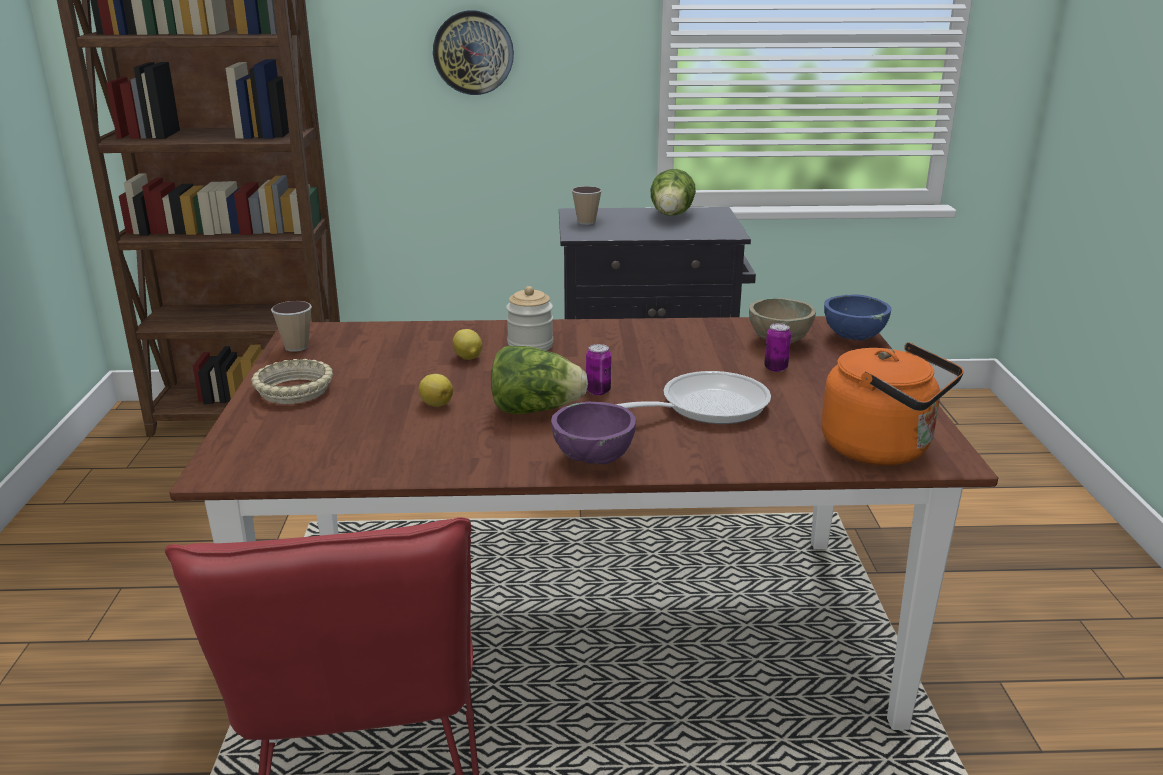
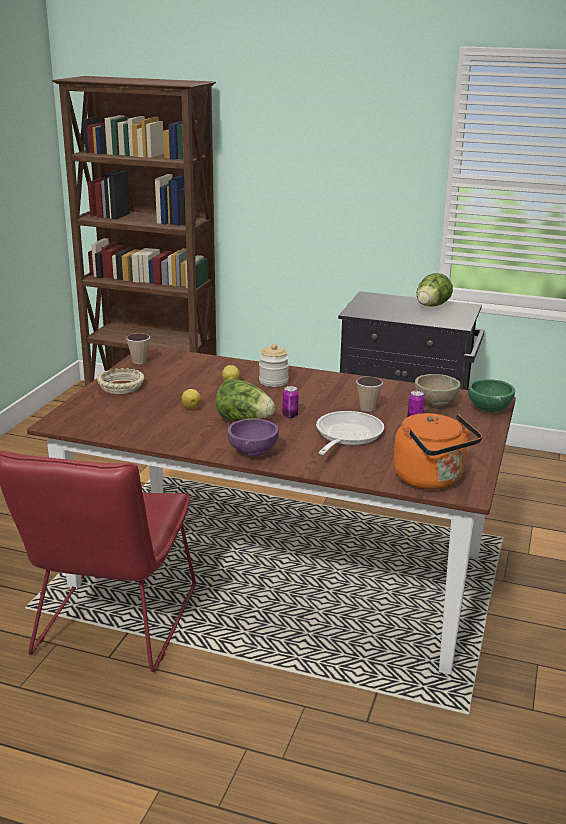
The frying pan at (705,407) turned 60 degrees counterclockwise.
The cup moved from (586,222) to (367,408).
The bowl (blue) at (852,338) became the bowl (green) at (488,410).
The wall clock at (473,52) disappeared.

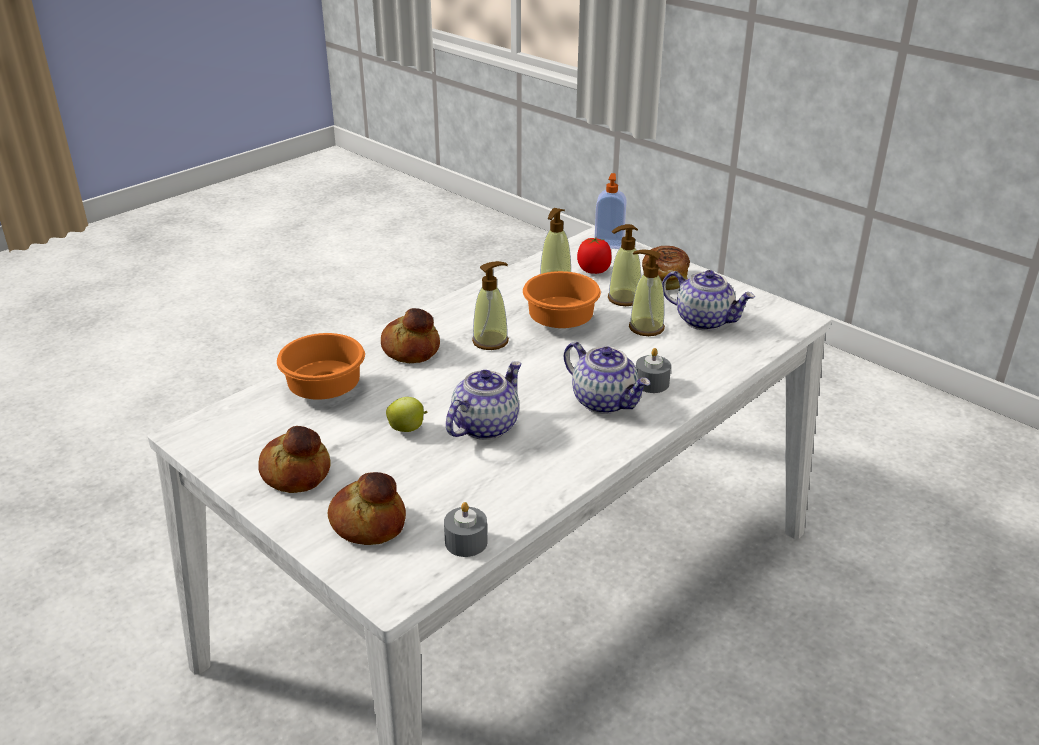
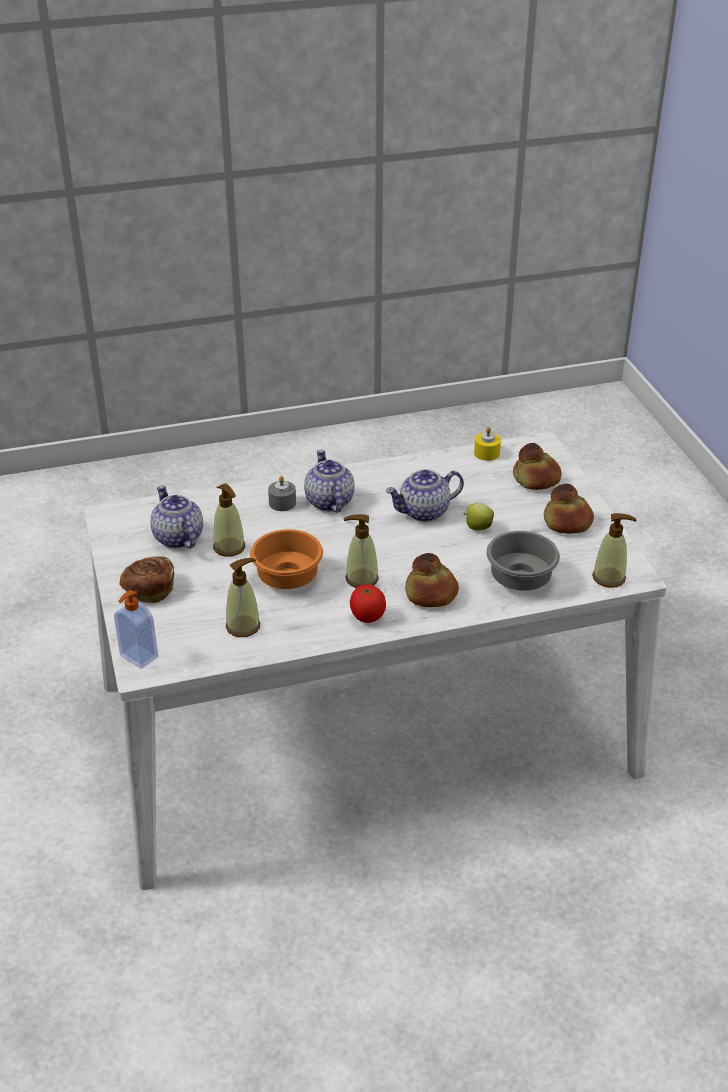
The tomato moved from (594,270) to (367,617).
The candle (grey) at (466,542) became the candle (yellow) at (486,453).
The bowl (orange) at (323,388) became the bowl (grey) at (521,581).
The soap dispenser moved from (624,299) to (609,578).

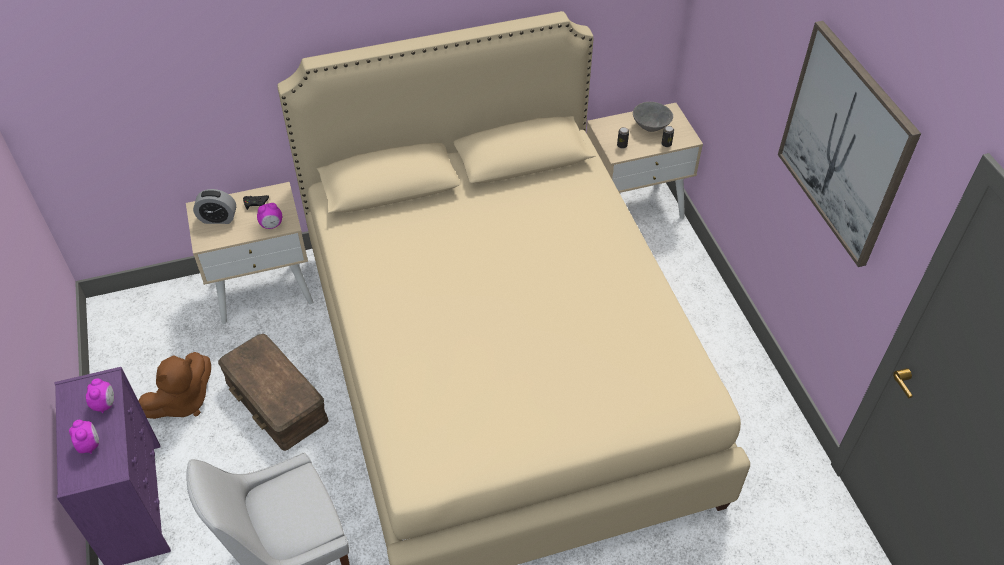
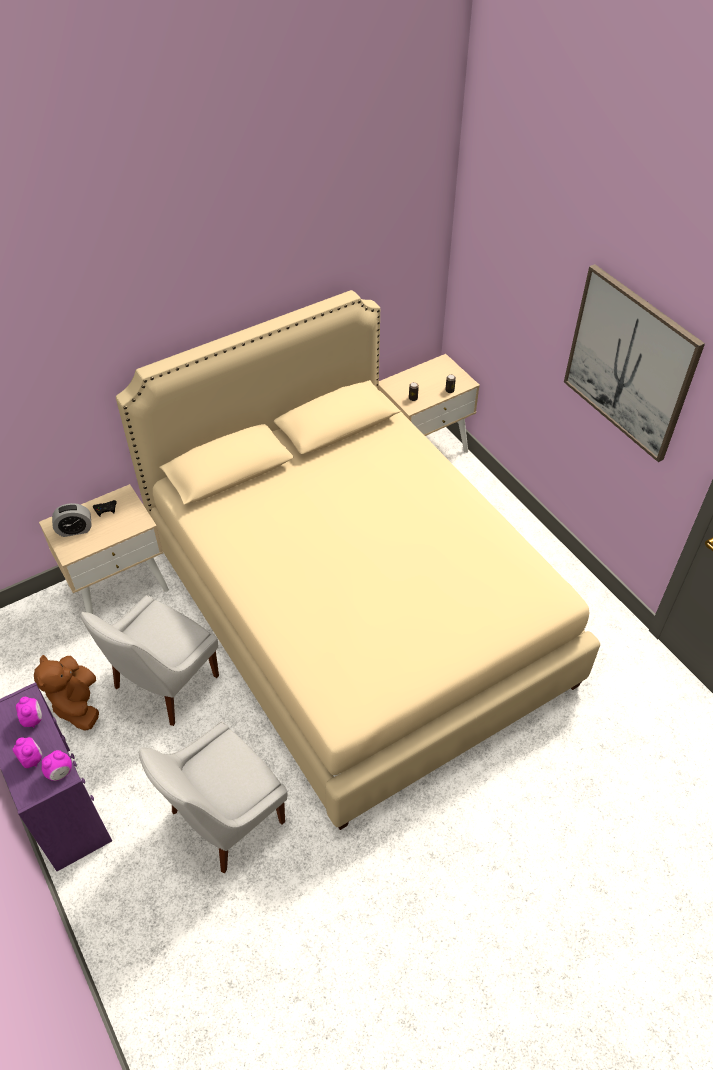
The plush toy (brown) at (183,402) turned 135 degrees clockwise.
The alarm clock moved from (271,225) to (60,773).
The storage box (brown) at (275,401) was replaced by the chair (white) at (163,684).
The bowl (grey) at (651,127) disappeared.

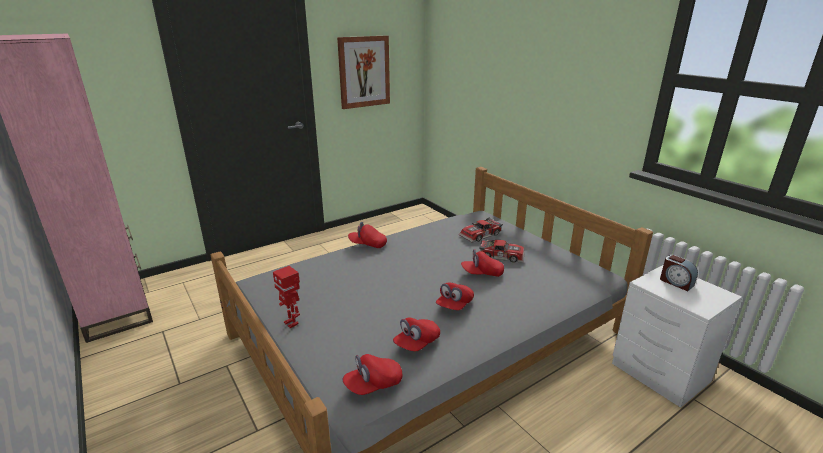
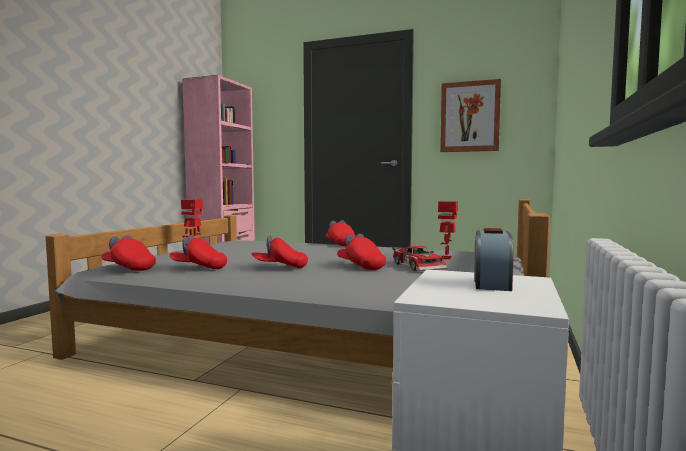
The toy car at (481,235) was replaced by the toy robot at (446,258).

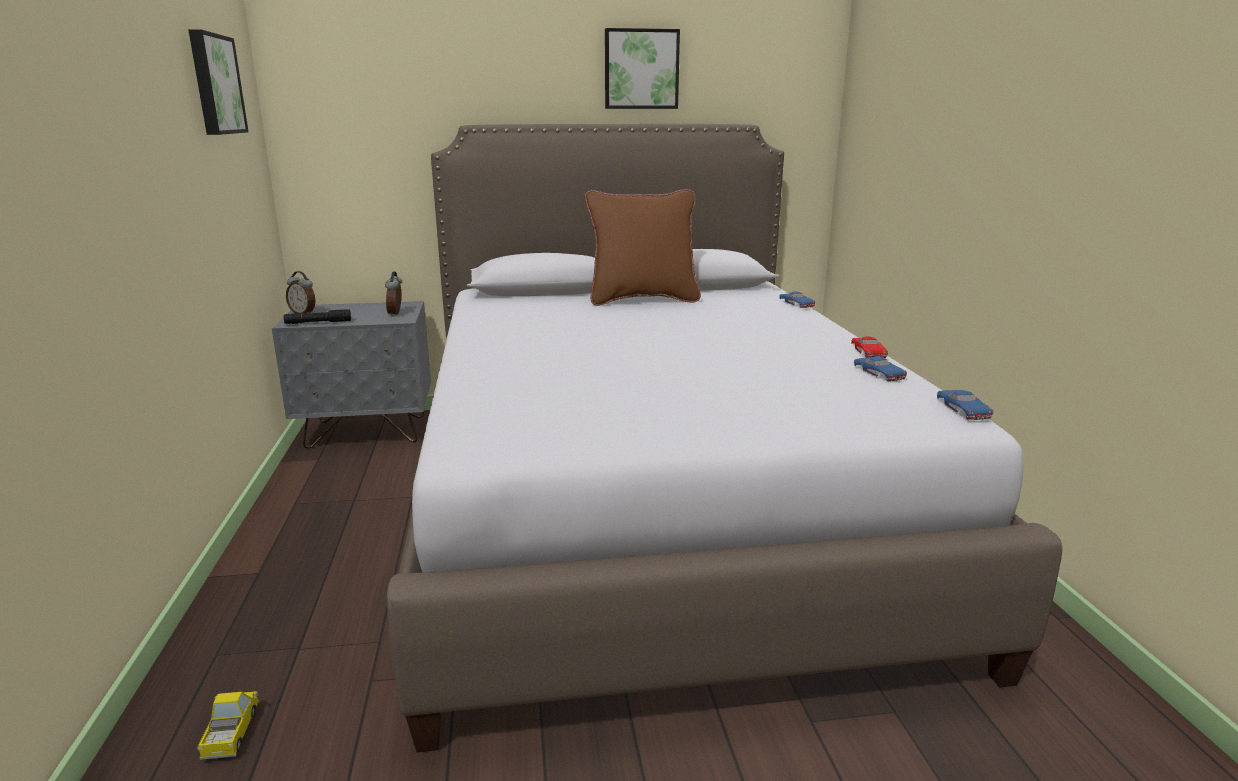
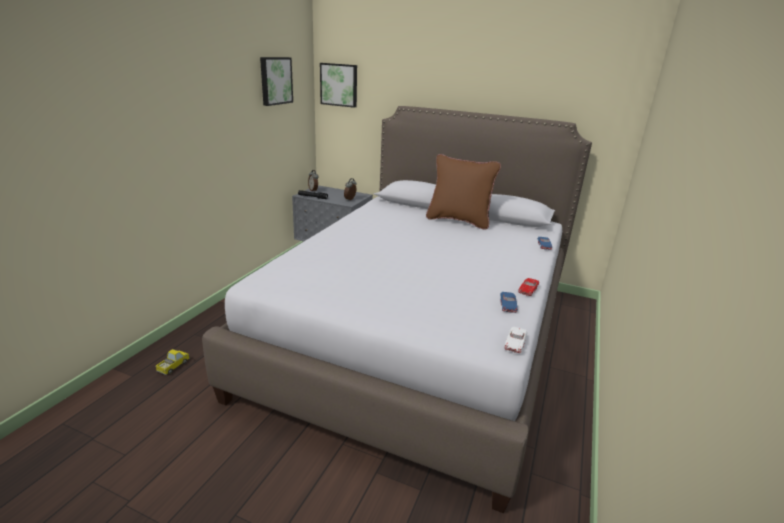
The picture moved from (641,69) to (339,85).
The toy car (blue) at (963,409) became the toy car (white) at (515,342).

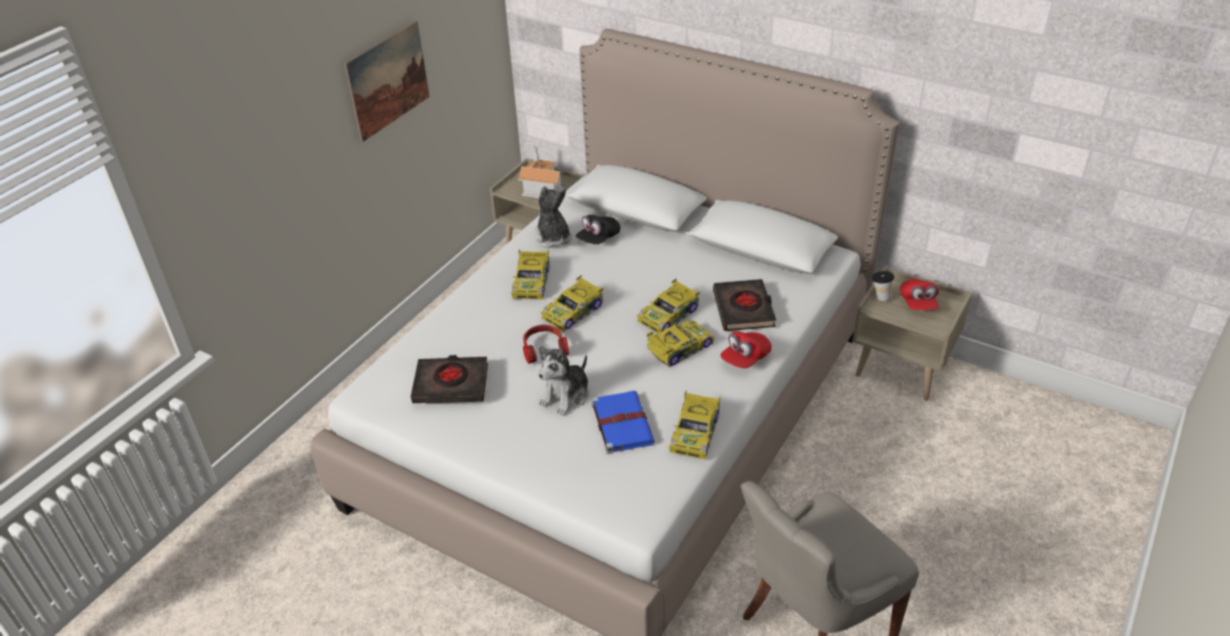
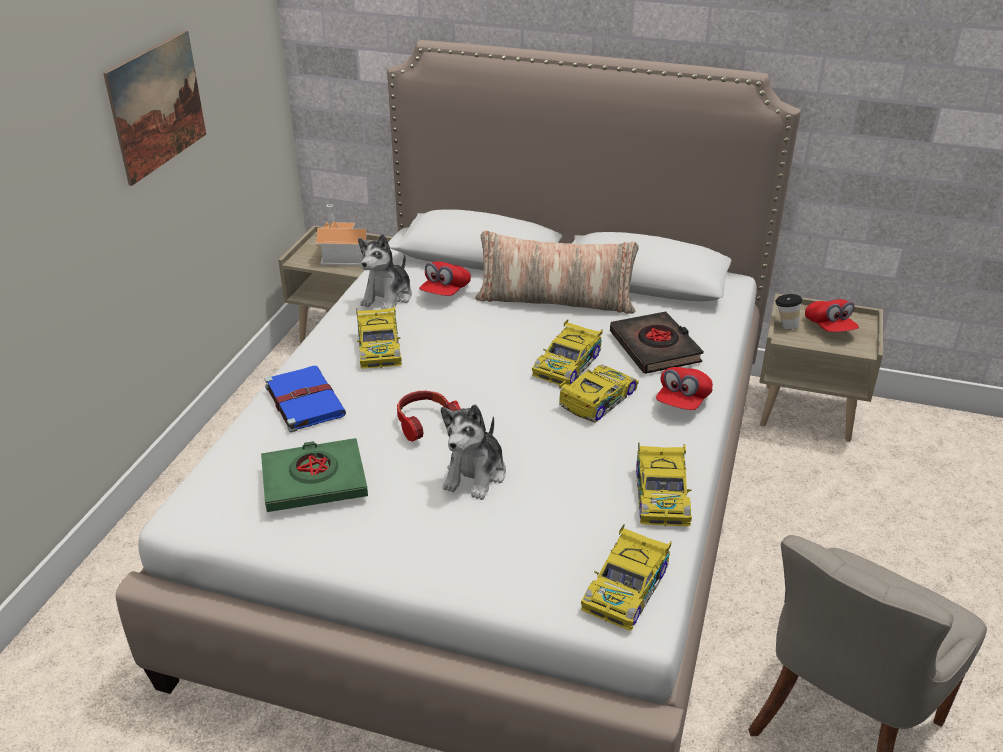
The book (black) at (451,384) became the book (green) at (314,481).
The book (blue) moved from (621,423) to (304,400).
The plush toy at (553,238) turned 120 degrees counterclockwise.
The cap (black) at (598,238) became the cap (red) at (445,292).
The pillow at (555,301) appeared.
The toy car moved from (574,311) to (627,587).

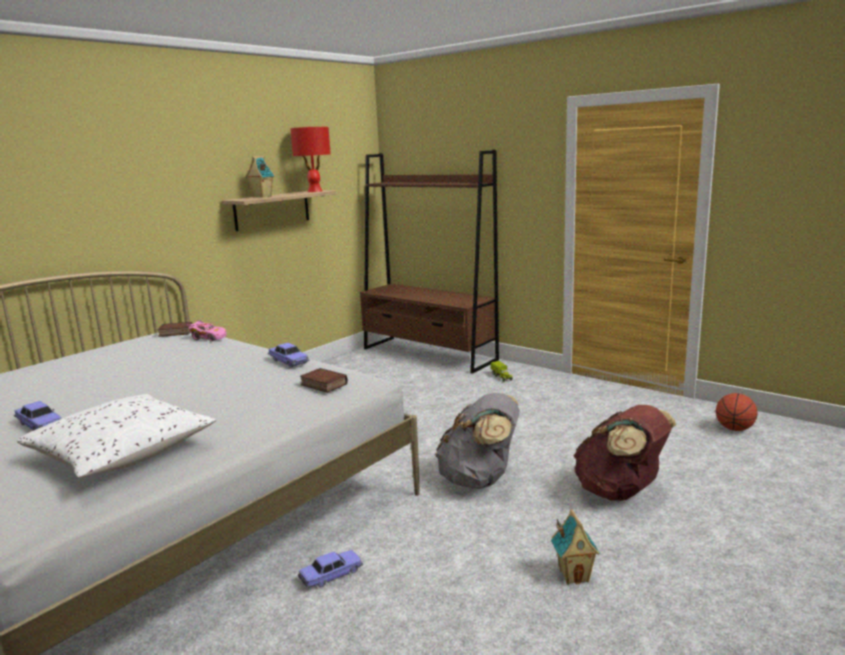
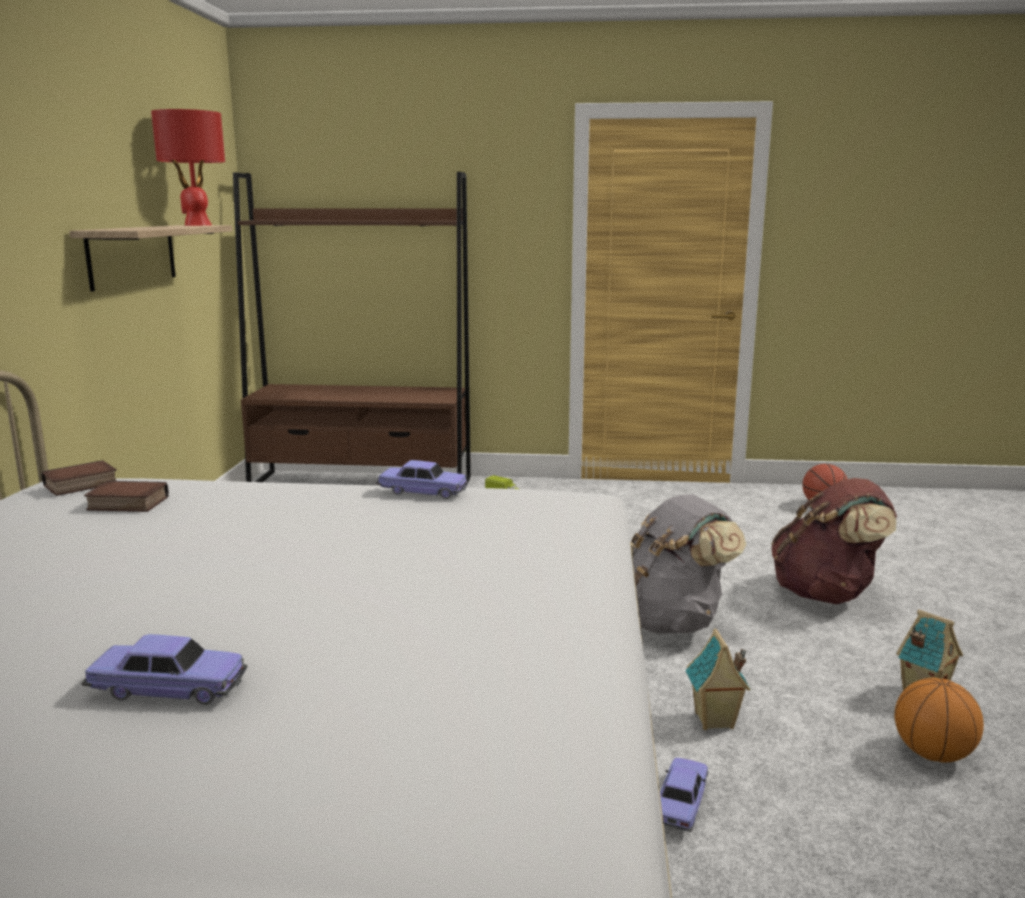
The book moved from (322,385) to (126,504).
The toy house moved from (261,197) to (714,721).
The basketball at (932,754) appeared.
The pillow (white) at (122,453) disappeared.
The toy car (pink) at (208,338) disappeared.

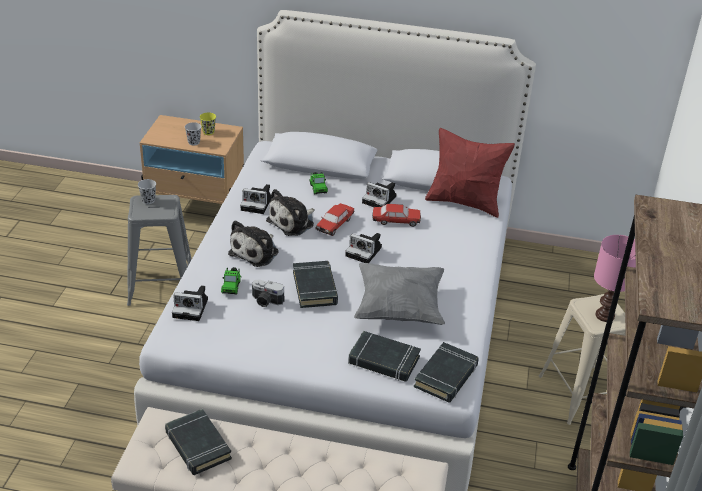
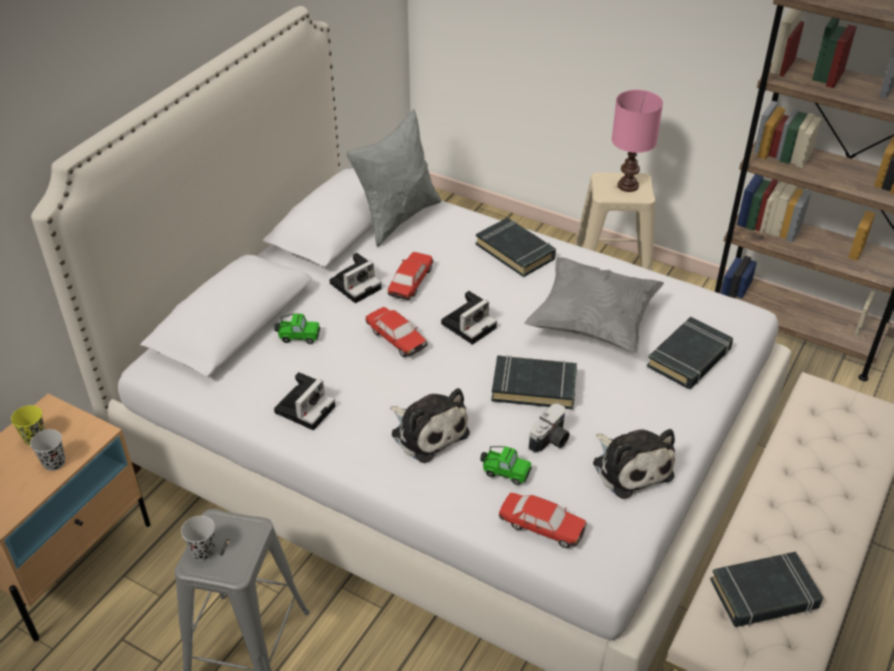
The pillow (red) at (464,202) became the pillow (grey) at (397,217).
The book (black) moved from (446,376) to (515,251).
The photo camera at (192,308) was replaced by the toy car at (541,526).
The plush toy moved from (293,222) to (630,467).

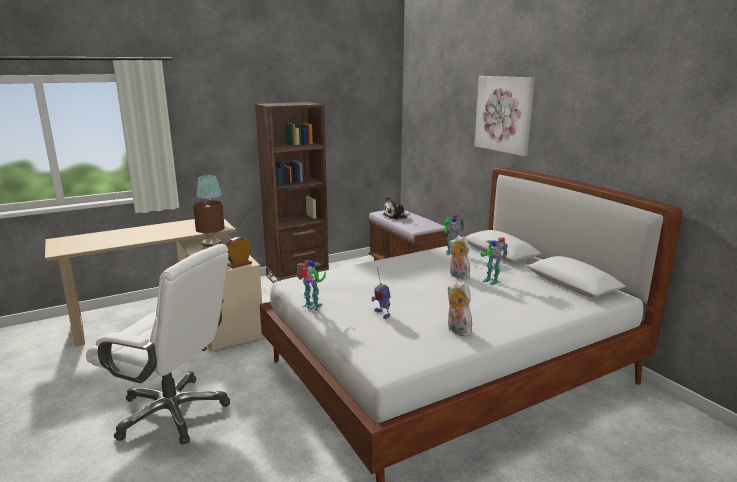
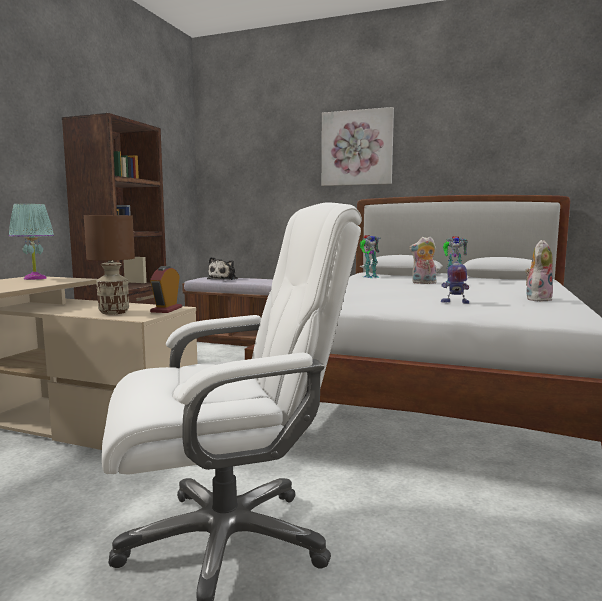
The plush toy at (457,331) turned 120 degrees clockwise.
The toy robot at (312,307) disappeared.

